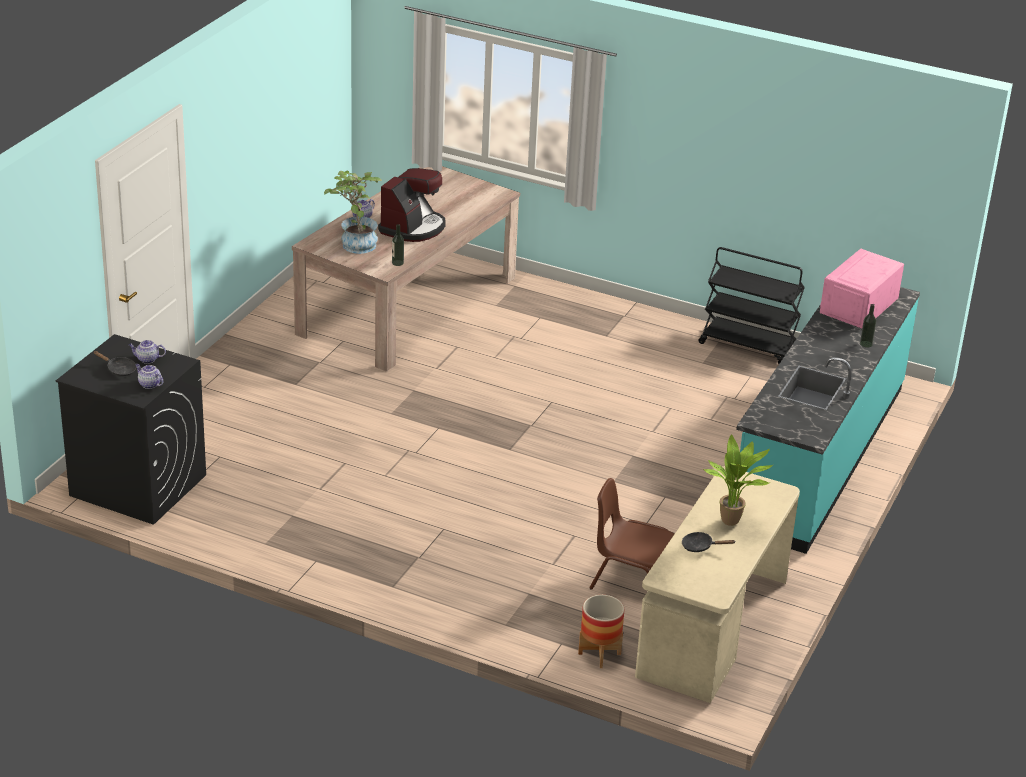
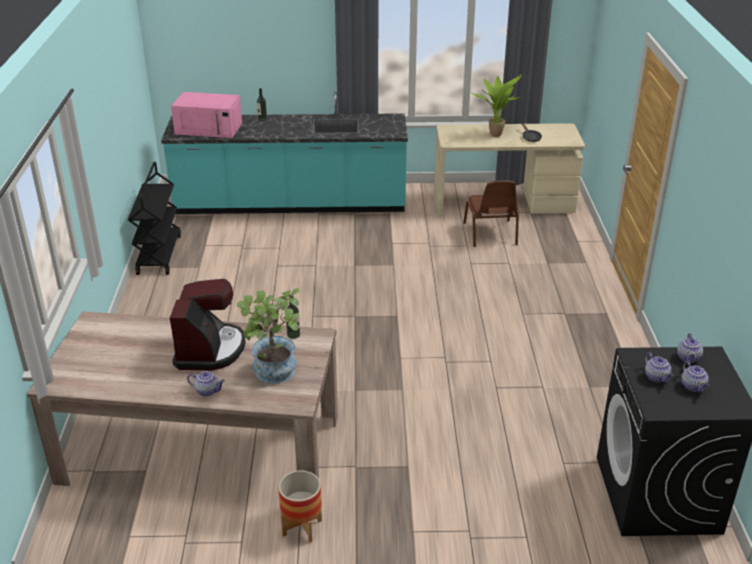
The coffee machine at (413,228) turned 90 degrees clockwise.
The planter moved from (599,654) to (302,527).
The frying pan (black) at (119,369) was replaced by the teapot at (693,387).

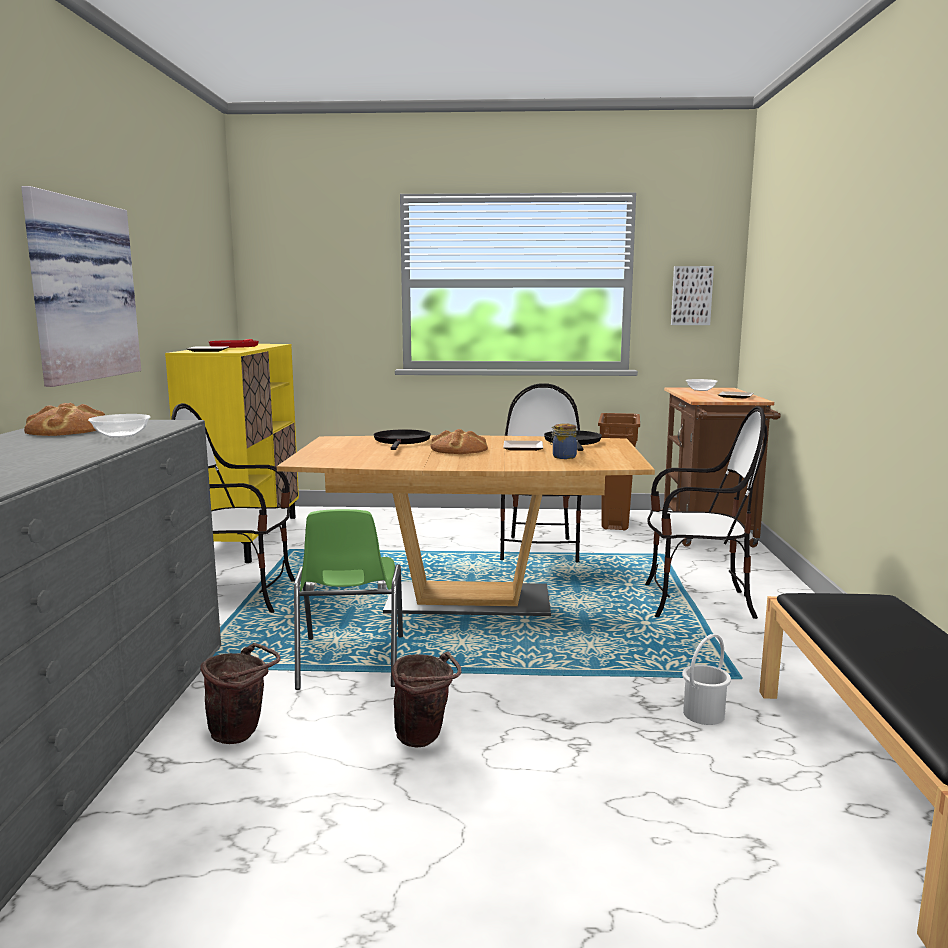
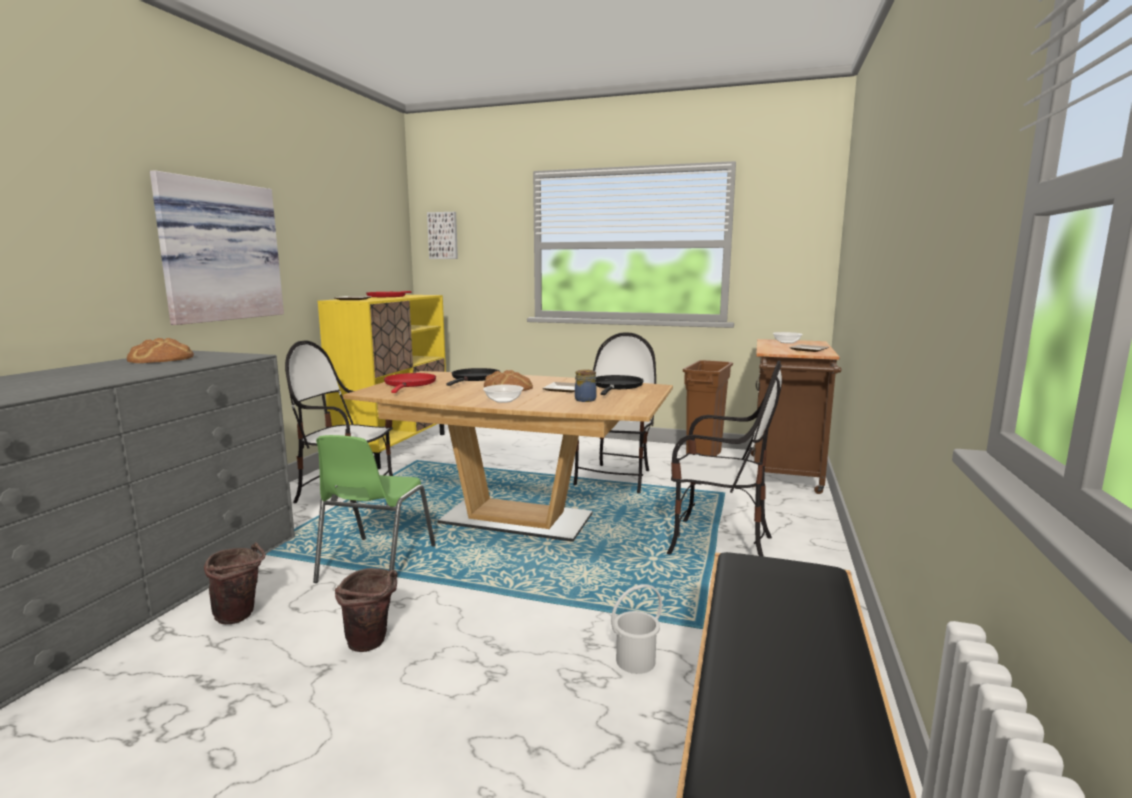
The frying pan (red) at (409,384) appeared.
The picture moved from (691,295) to (443,235).
The bowl moved from (121,435) to (503,400).

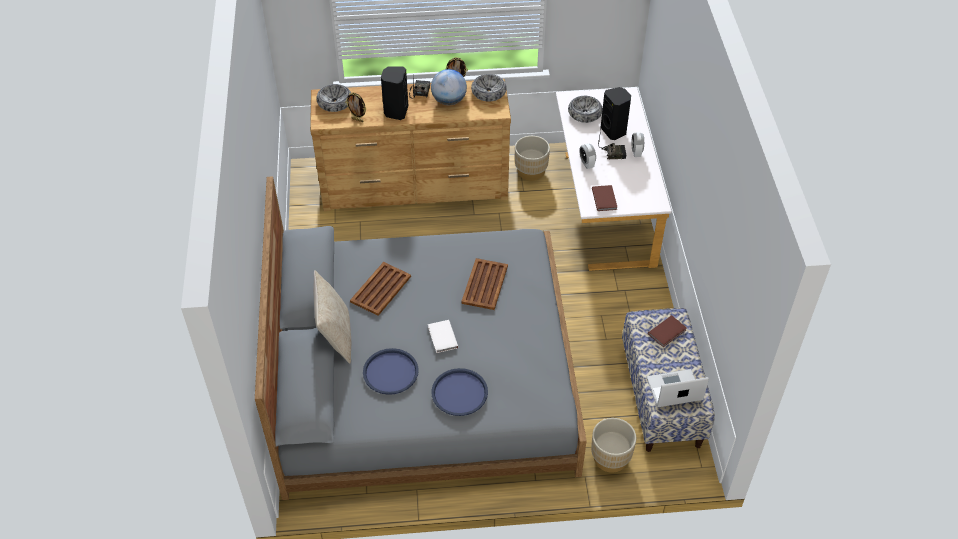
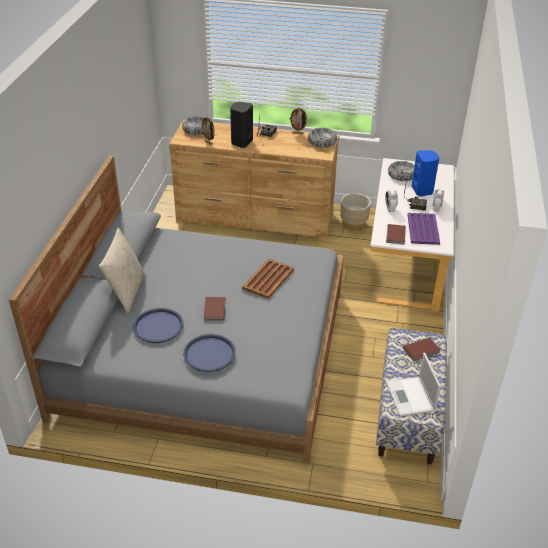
The book (white) at (442,338) became the book (brown) at (213,310).
The laptop at (673,389) turned 105 degrees counterclockwise.
The tray (purple) at (423,229) appeared.
The speaker (black) at (614,131) became the speaker (blue) at (422,190).
The tray (brown) at (380,289) disappeared.
The globe at (449,101) disappeared.
The planter (beige) at (610,458) disappeared.

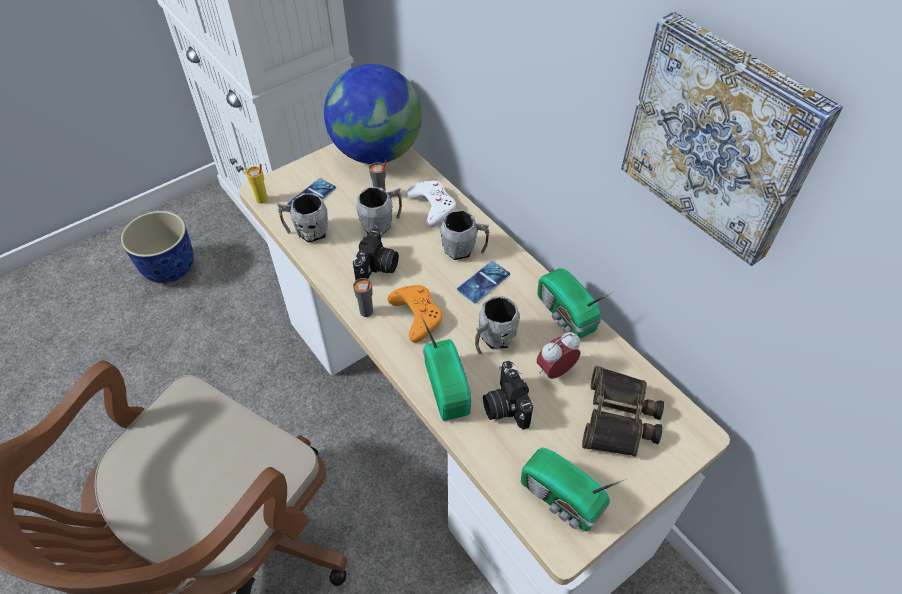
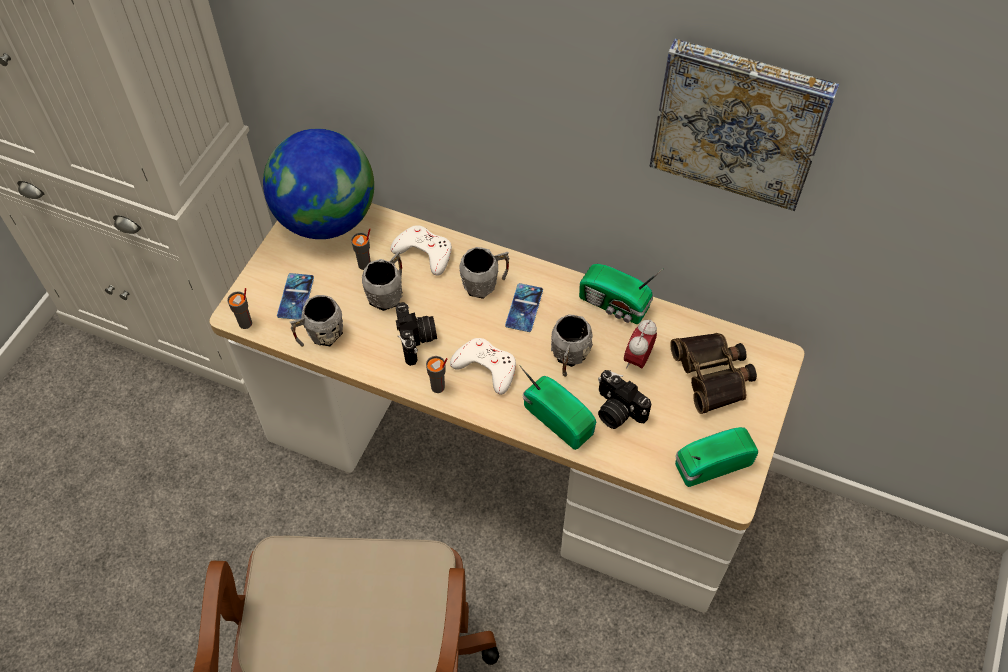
The cup (yellow) at (262,199) became the cup (grey) at (246,323).
The game controller (orange) at (417,315) became the game controller (white) at (486,367).
The radio at (562,500) turned 150 degrees clockwise.
The planter at (171,268) disappeared.

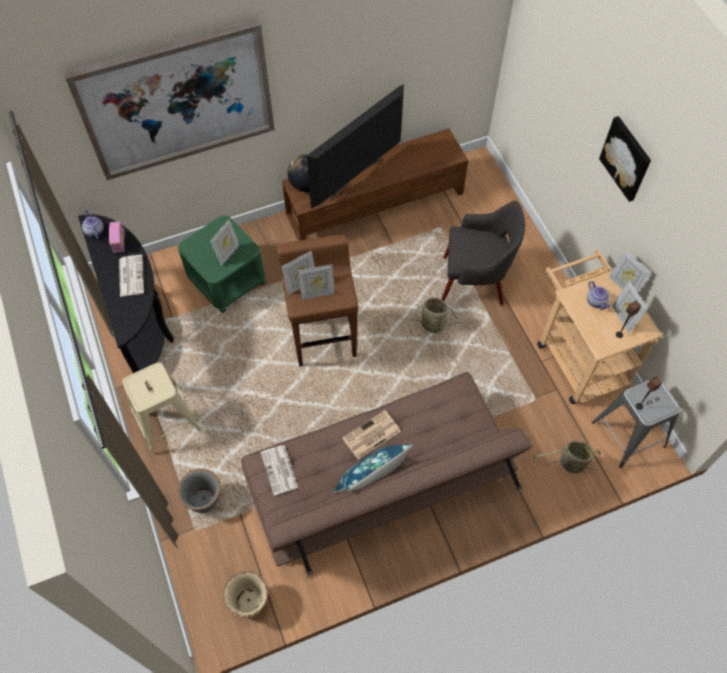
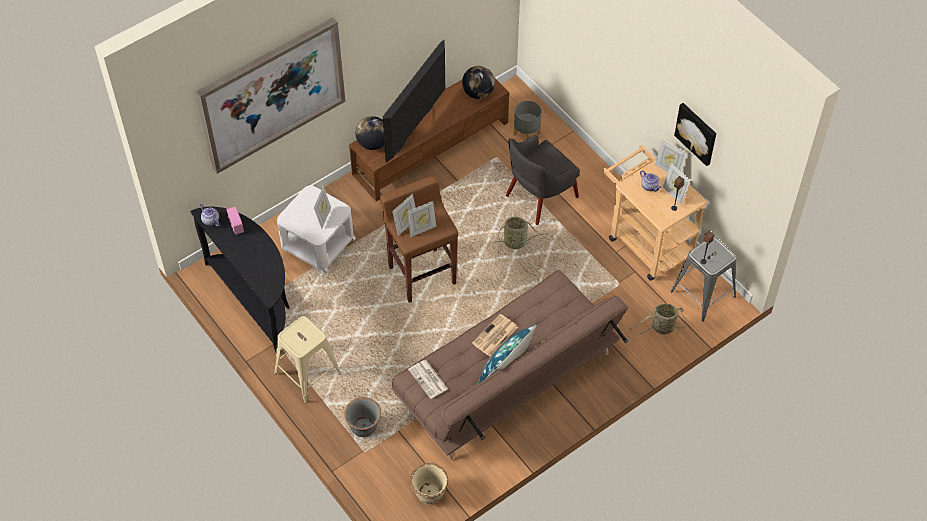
The side table (green) at (226,279) became the side table (white) at (317,244).
The globe at (478,93) appeared.
The armchair (grey) at (474,281) turned 150 degrees clockwise.
The planter (grey) at (527,133) appeared.
The picture moved from (626,158) to (697,133).
The newspaper at (131,275) disappeared.

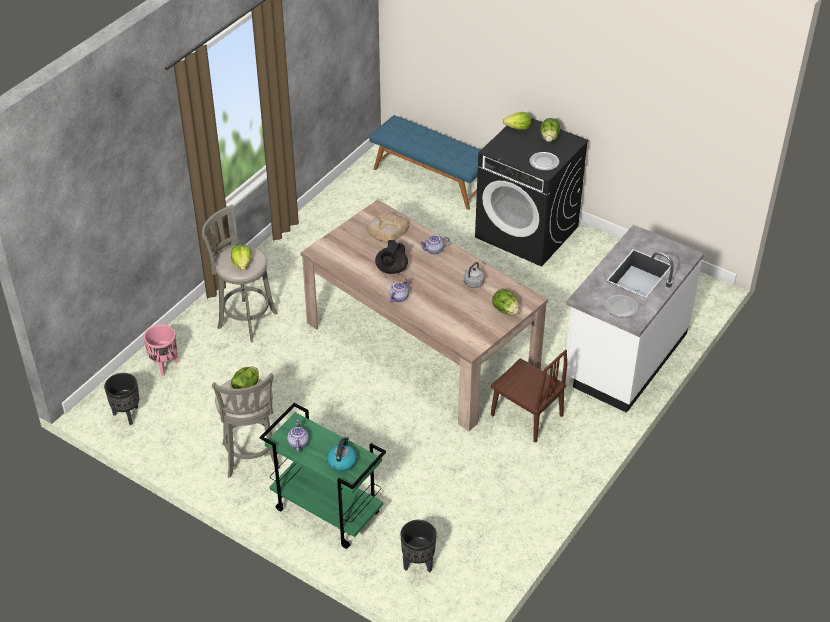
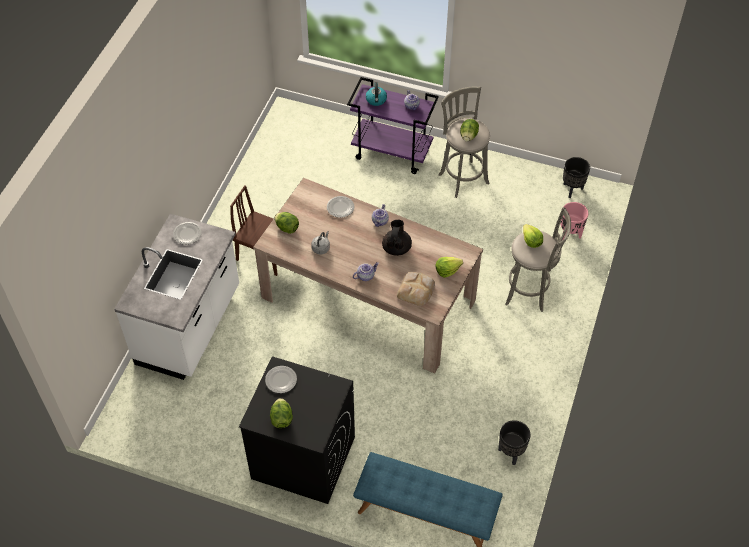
The plate at (340,207) appeared.
The cart (green) at (326,511) became the cart (purple) at (392,152).
The lettuce moved from (518,128) to (447,270).
The planter (black) moved from (418,563) to (510,453).

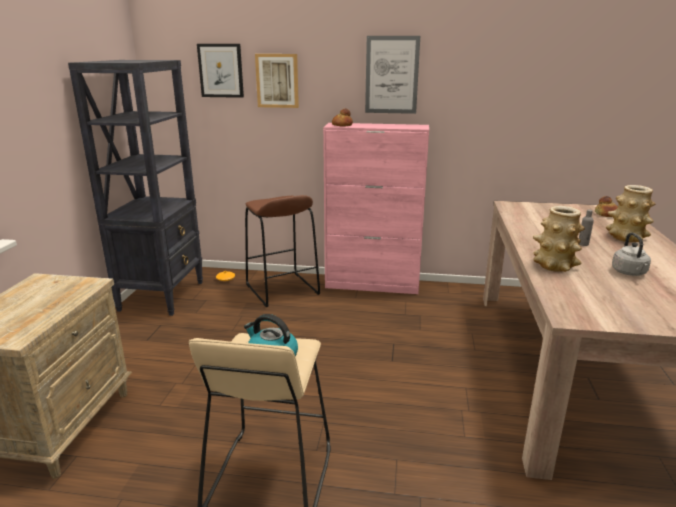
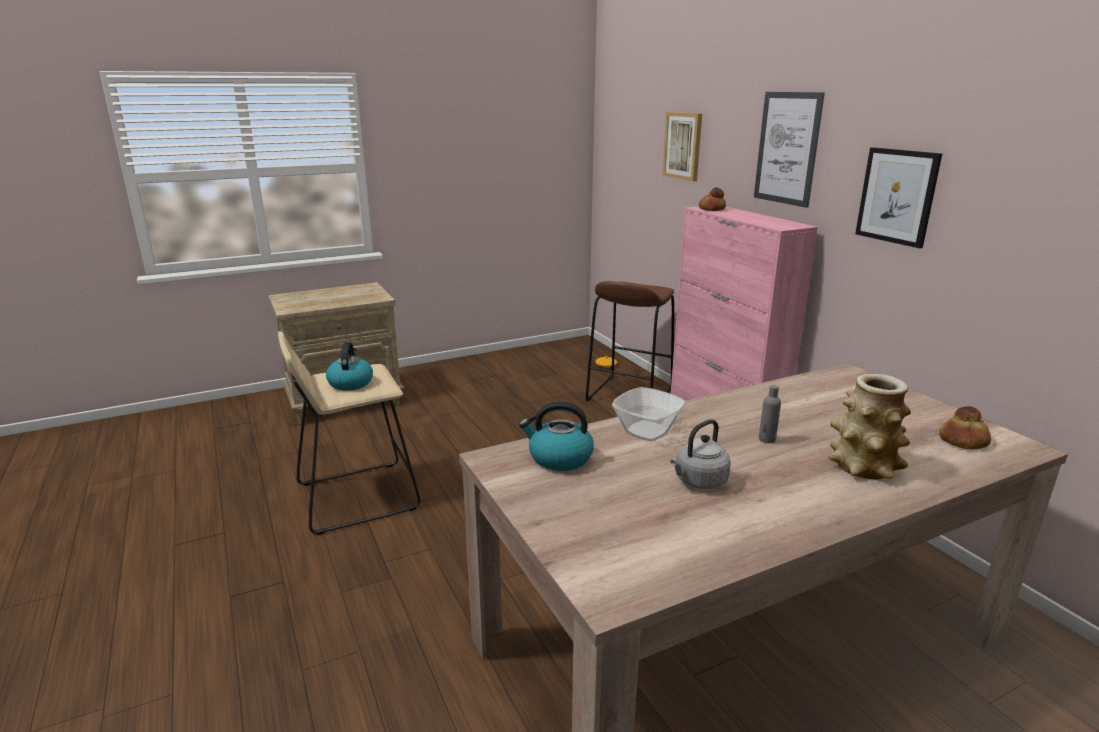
The kettle at (559,458) appeared.
The vase at (554,265) was replaced by the bowl at (645,431).
The picture moved from (221,70) to (897,196).
The bookcase (black) at (162,295) disappeared.

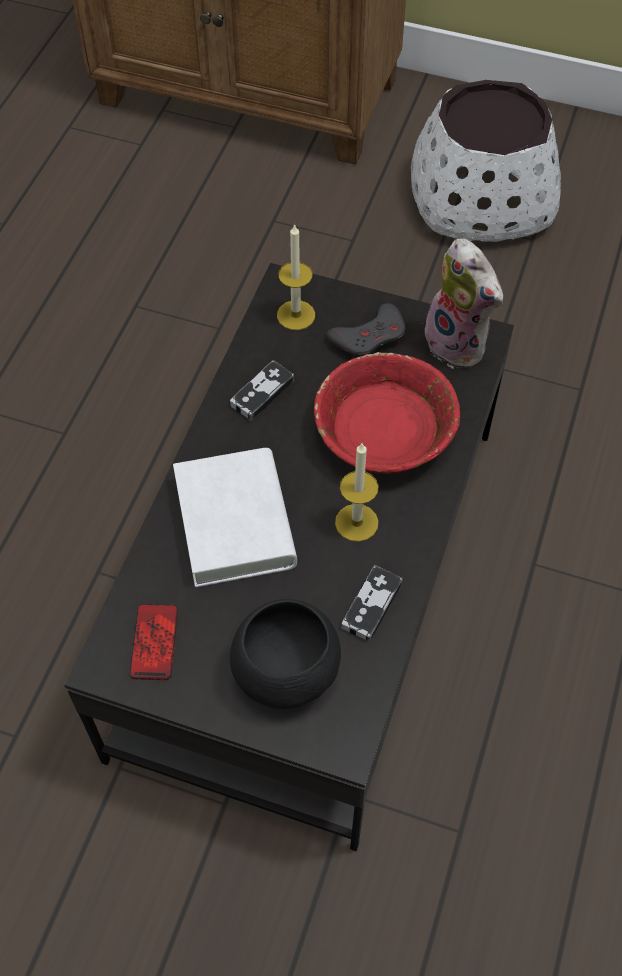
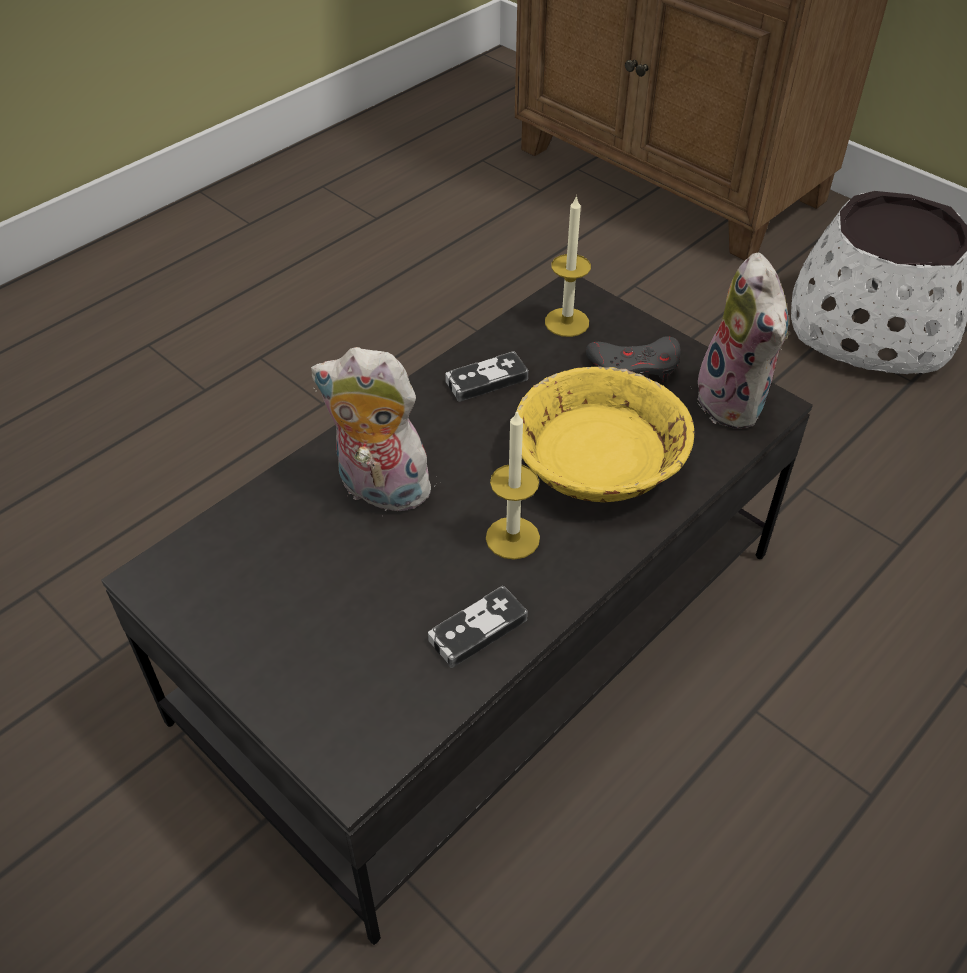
The book (white) at (235,523) was replaced by the plush toy at (379,491).
The bowl (red) at (384,431) became the bowl (yellow) at (599,459).
The phone at (154,642) disappeared.
The bowl (black) at (287,674) disappeared.

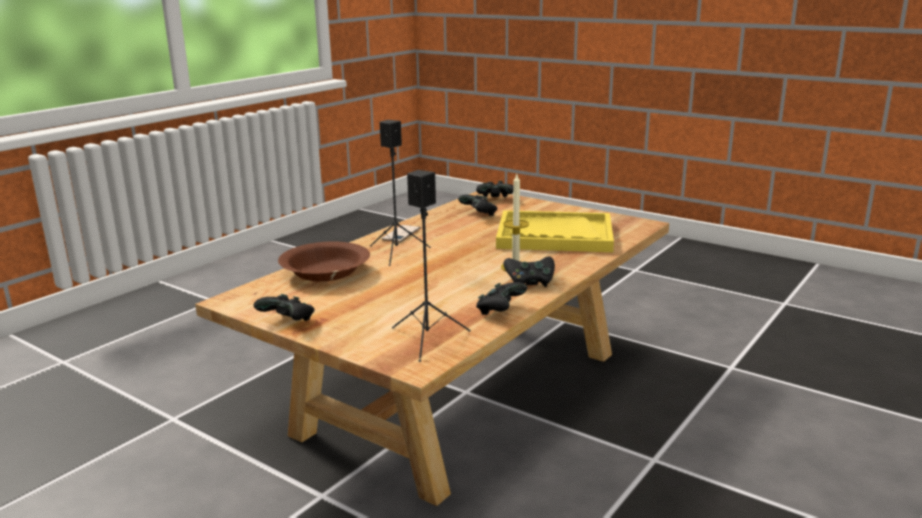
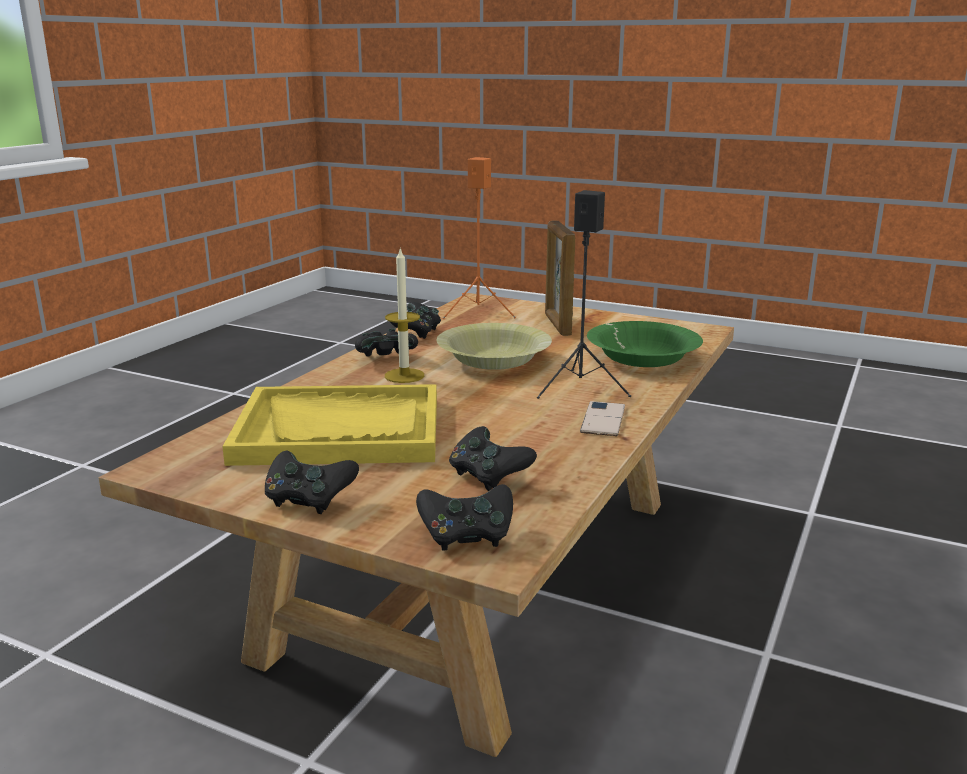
The game controller (black) moved from (288,321) to (308,500).
The bowl (yellow) at (494,360) appeared.
The speaker (black) at (428,339) became the speaker (orange) at (477,313).
The picture frame at (557,325) appeared.
The bowl (brown) at (325,273) became the bowl (green) at (643,358).

